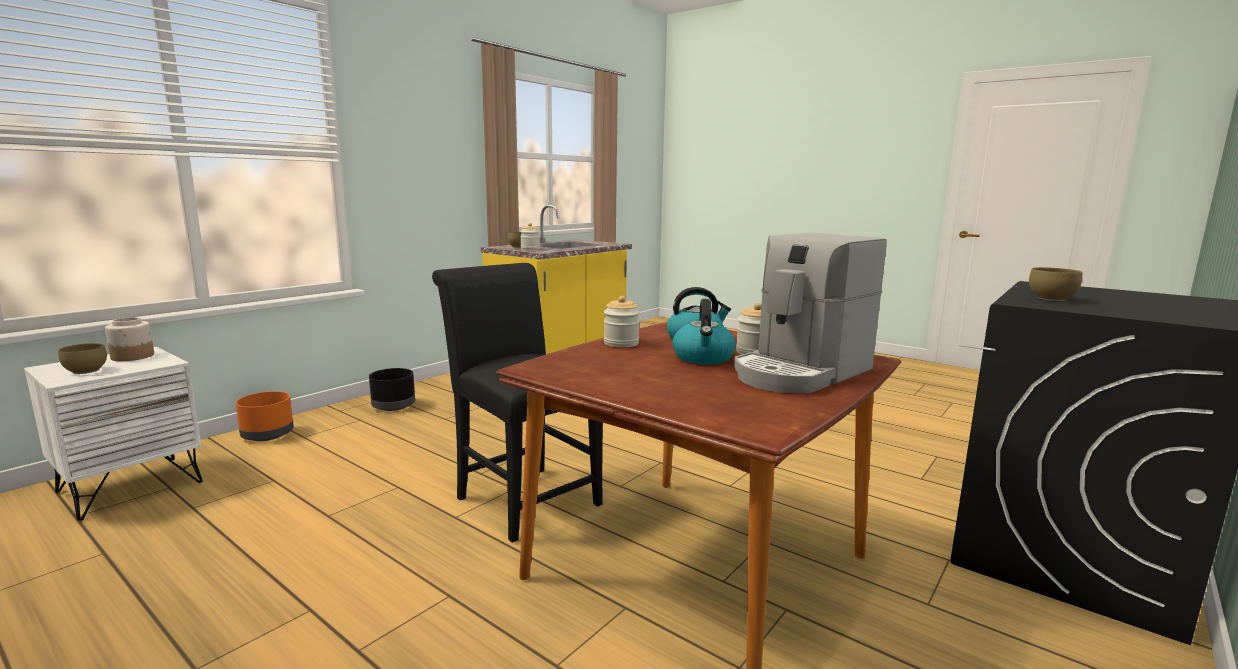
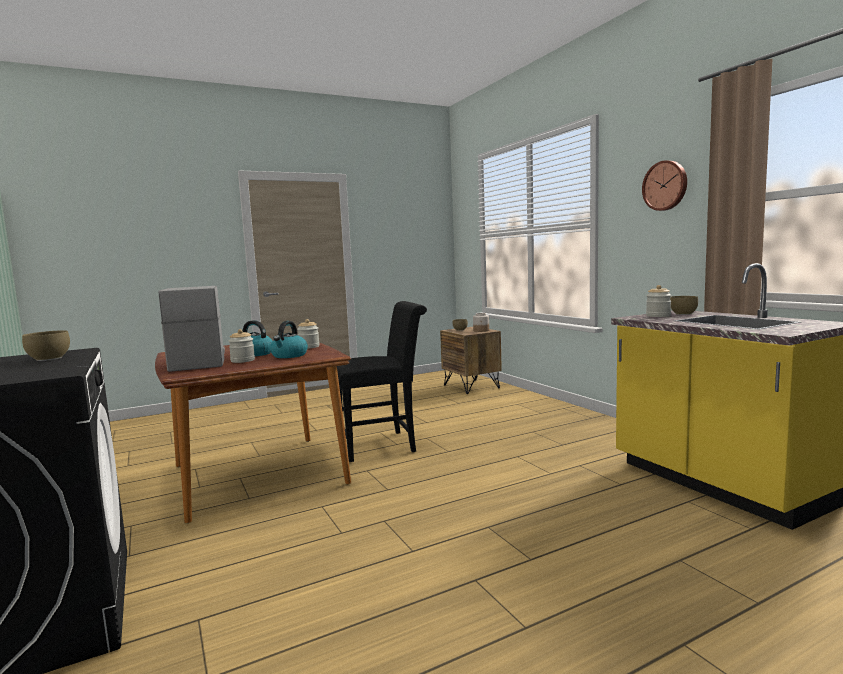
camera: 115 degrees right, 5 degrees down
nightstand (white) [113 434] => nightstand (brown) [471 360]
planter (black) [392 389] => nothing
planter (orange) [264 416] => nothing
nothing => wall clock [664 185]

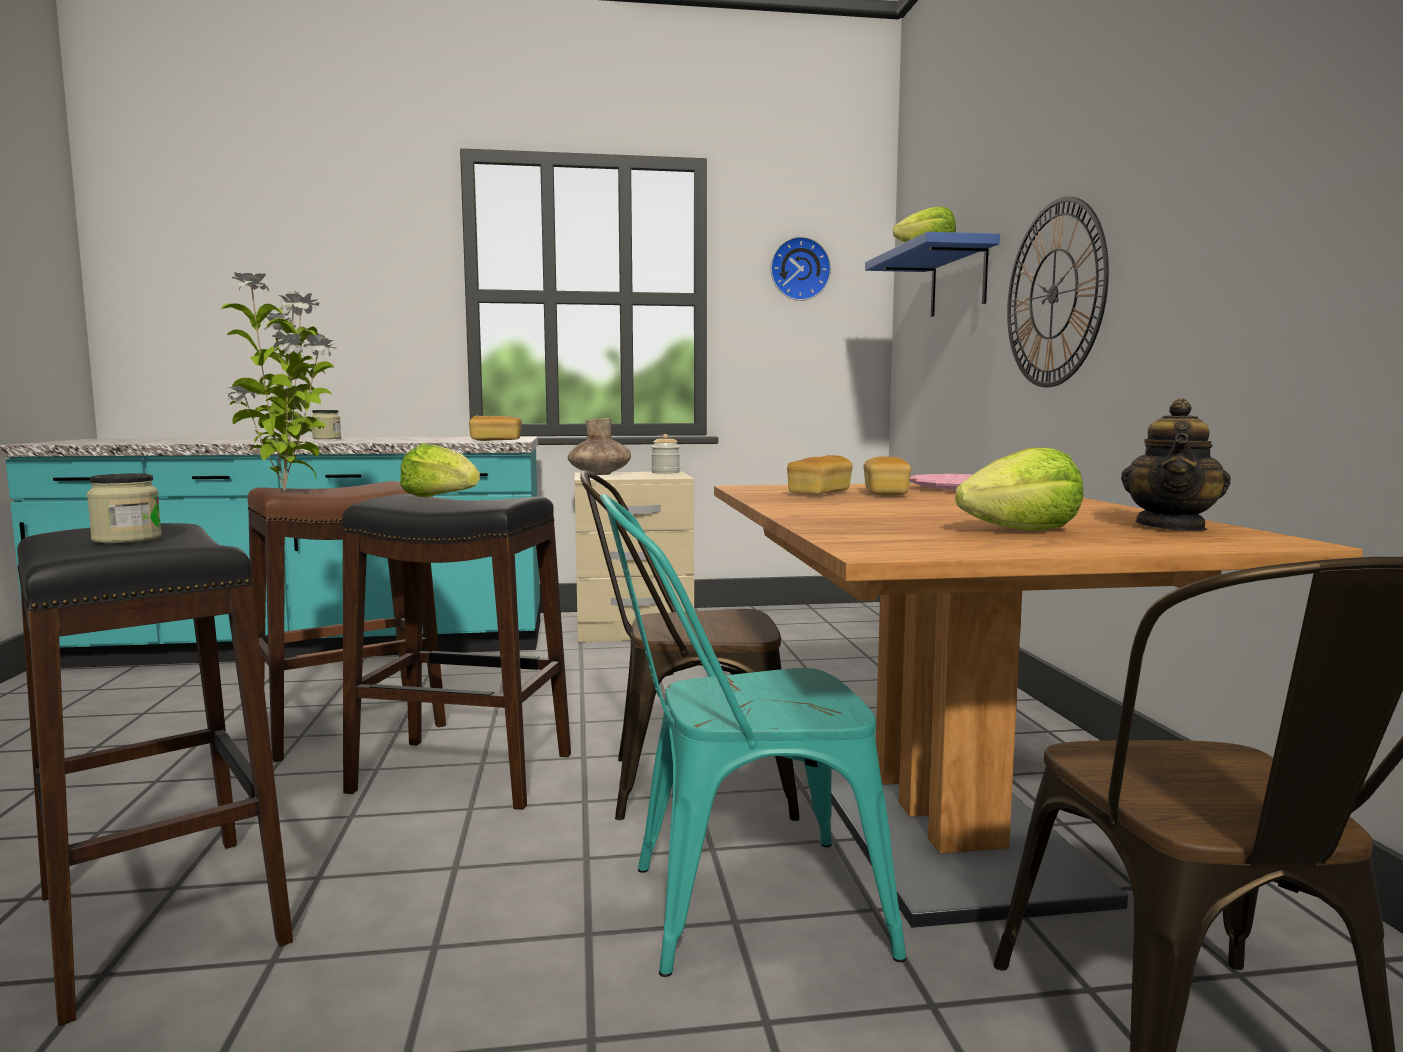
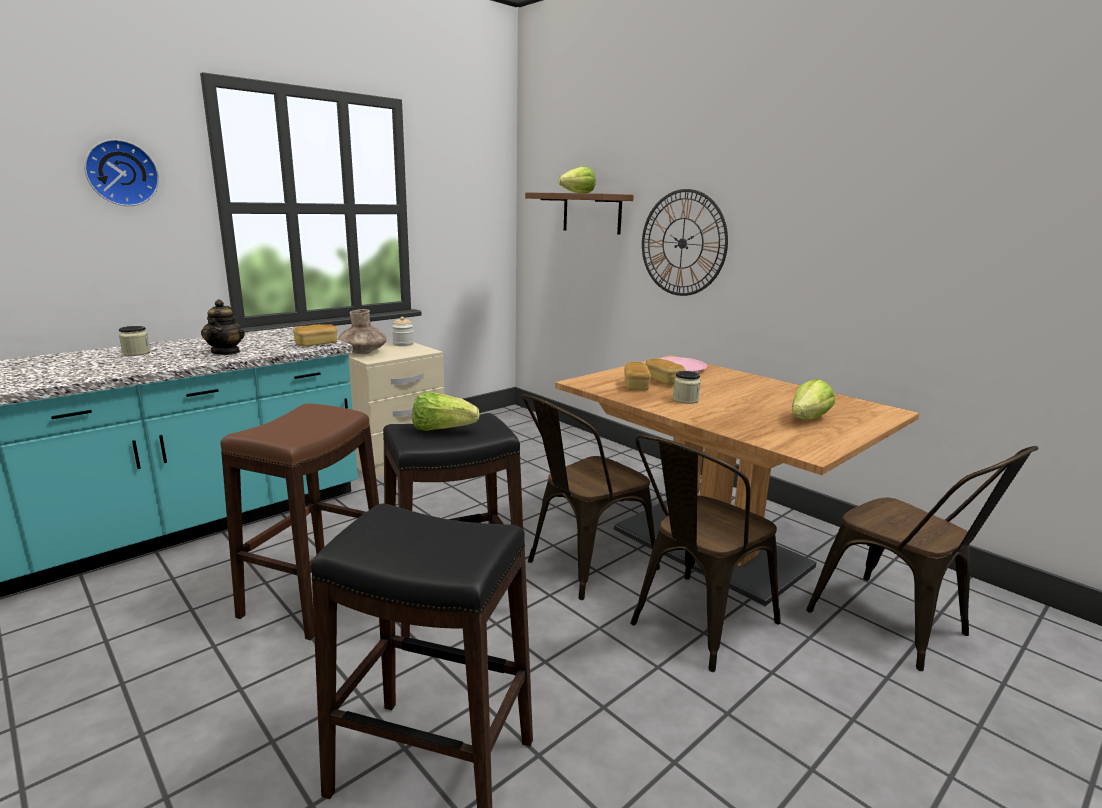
camera: 35 degrees left, 10 degrees up
shelf (blue) [932 274] => shelf (brown) [579 213]
wall clock [800 268] => wall clock [121 172], shifted
potted plant [279 380] => nothing
teapot [1176 465] => teapot [223 327], shifted
jar [124 508] => jar [687 387], shifted
chair (turquoise) [753 735] => chair (brown) [705 553]

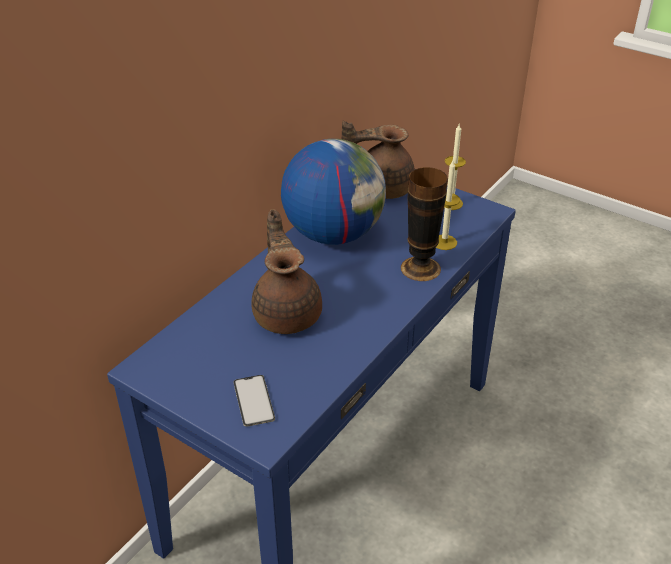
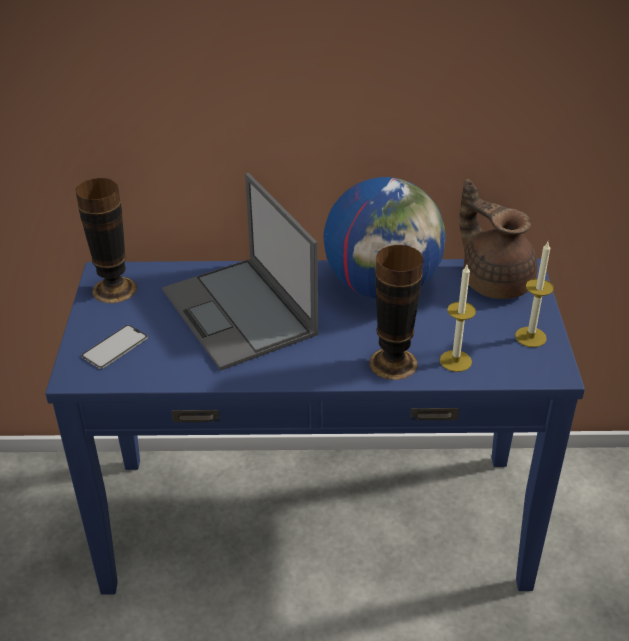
camera: 55 degrees right, 0 degrees up
teapot (brown) [286 271] => laptop [240 272]
nothing => vase [106 240]

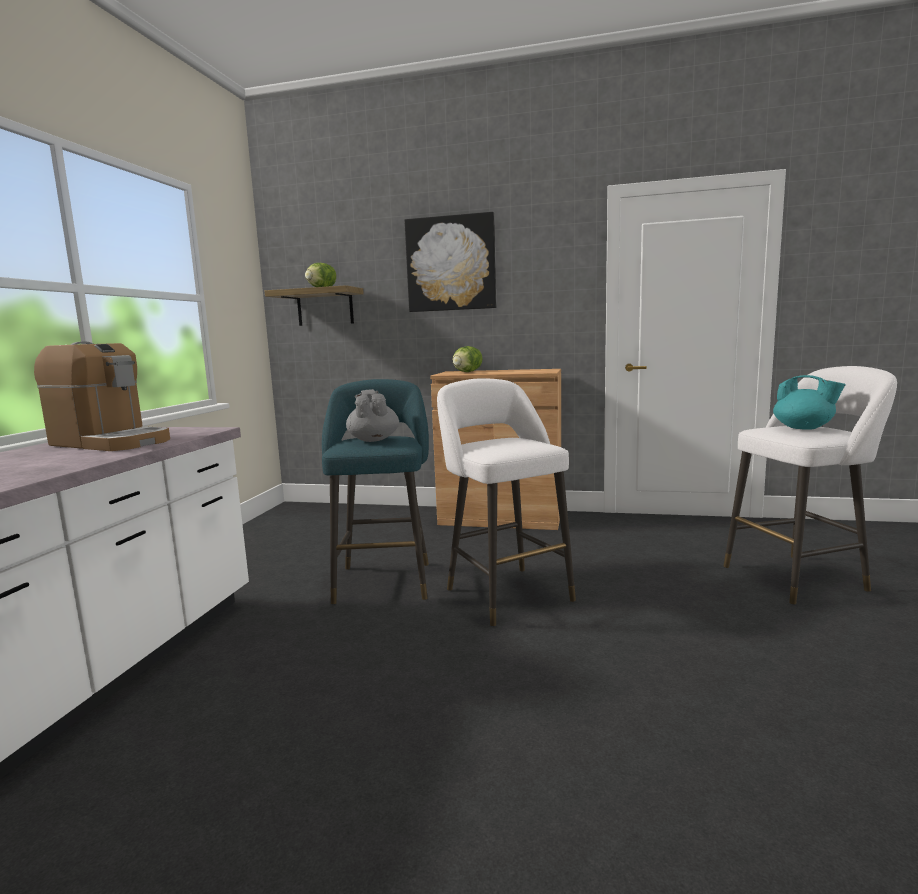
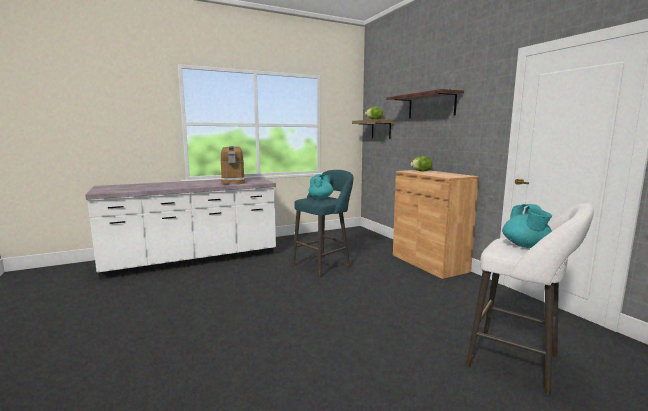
camera: 50 degrees right, 0 degrees up
picture [450 262] => shelf [425 103]
stool (white) [506 502] => nothing
teapot (grey) [372 415] => teapot (turquoise) [321 186]

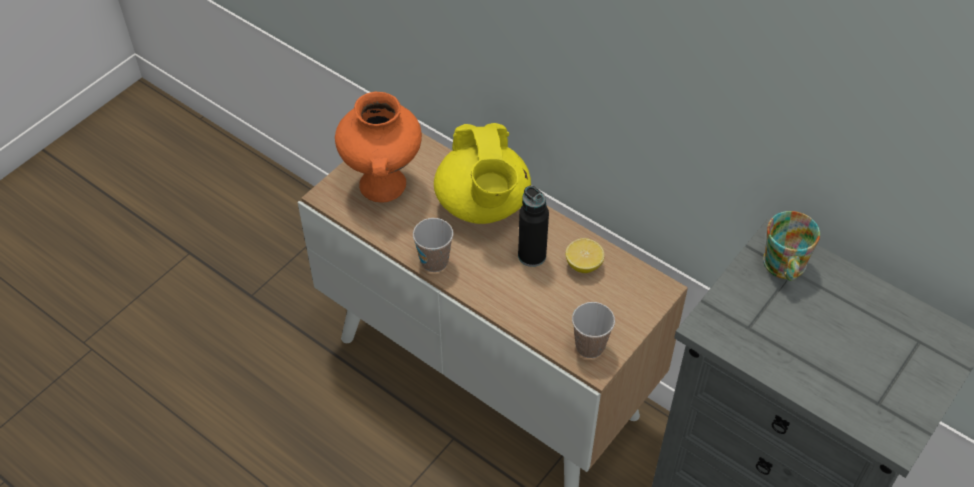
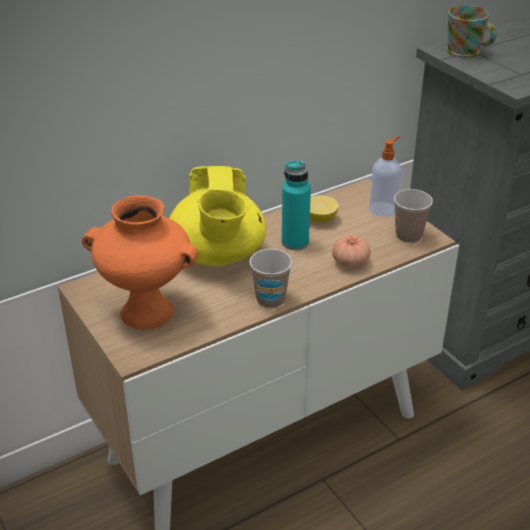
camera: 70 degrees left, 15 degrees down
teapot (yellow) [482 173] => teapot (yellow) [218 216], 75 degrees clockwise
bottle (black) [533 226] => bottle (turquoise) [296 205]
nothing => soap dispenser [385 176]
nothing => tomato [351 251]

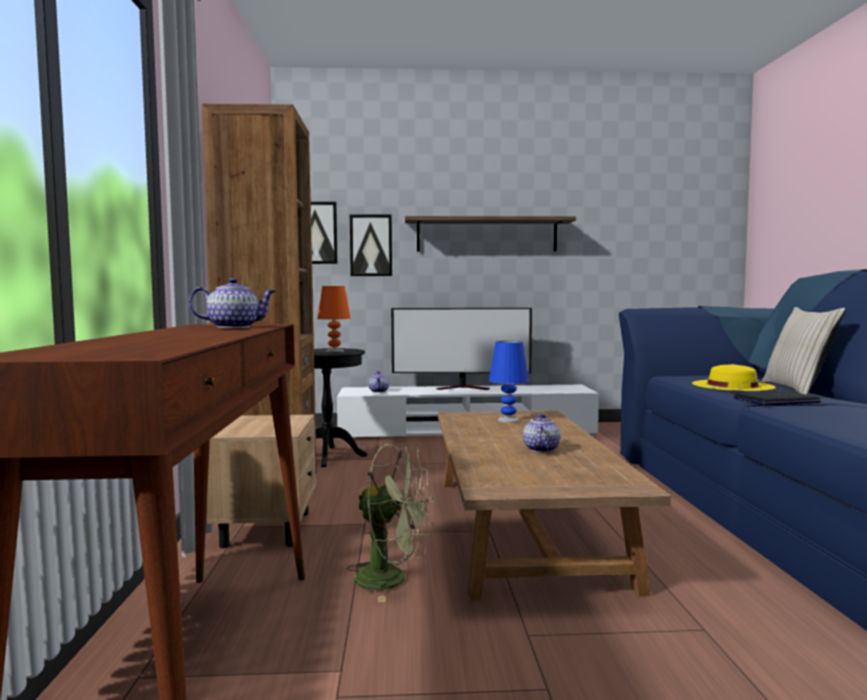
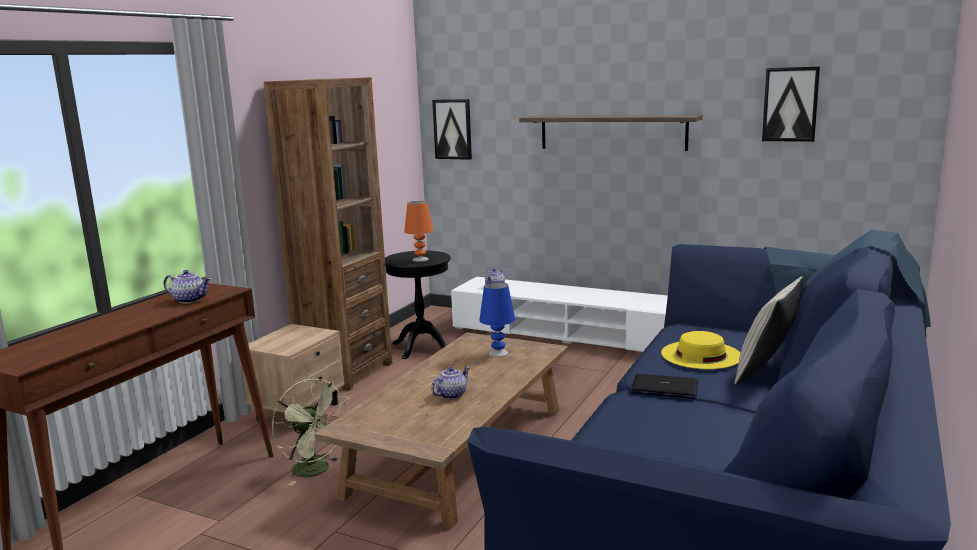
camera: 30 degrees right, 10 degrees up
picture [371 245] => picture [791 104], shifted
television [461 349] => nothing

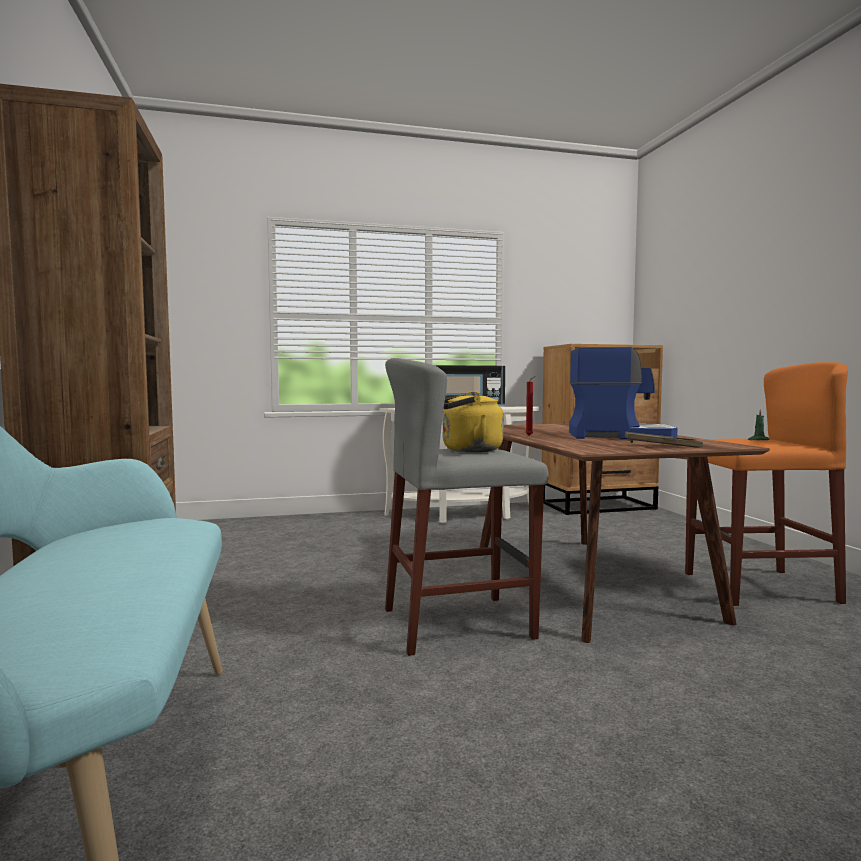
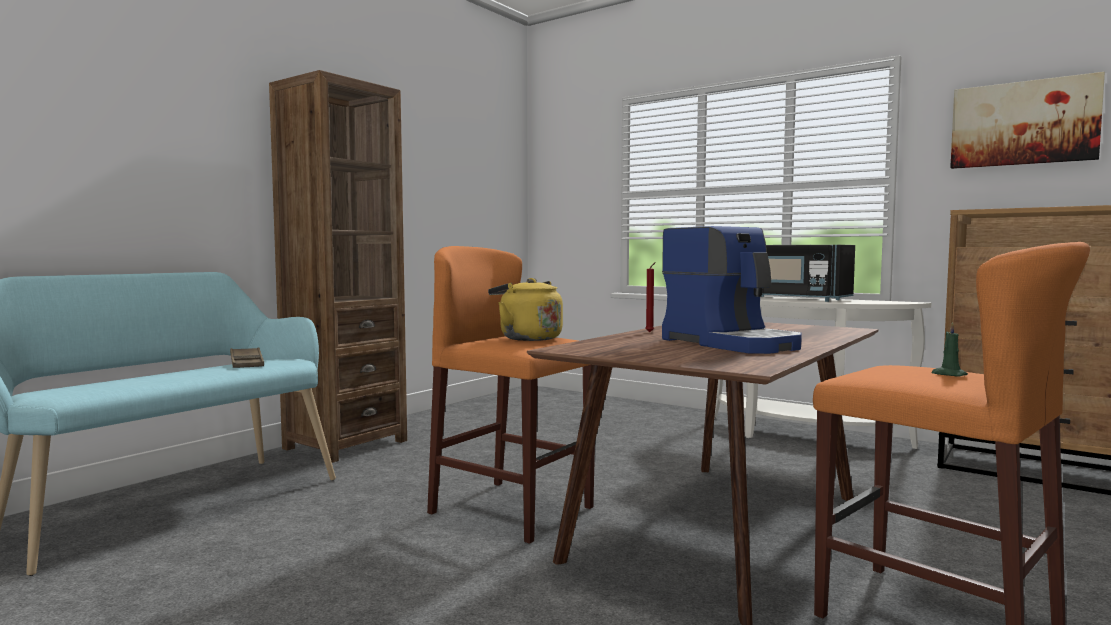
camera: 50 degrees right, 0 degrees up
stool (grey) [467 507] => stool (orange) [511 395]
tray (brown) [664 440] => tray (brown) [247 357], shifted
nothing => picture [1027 120]

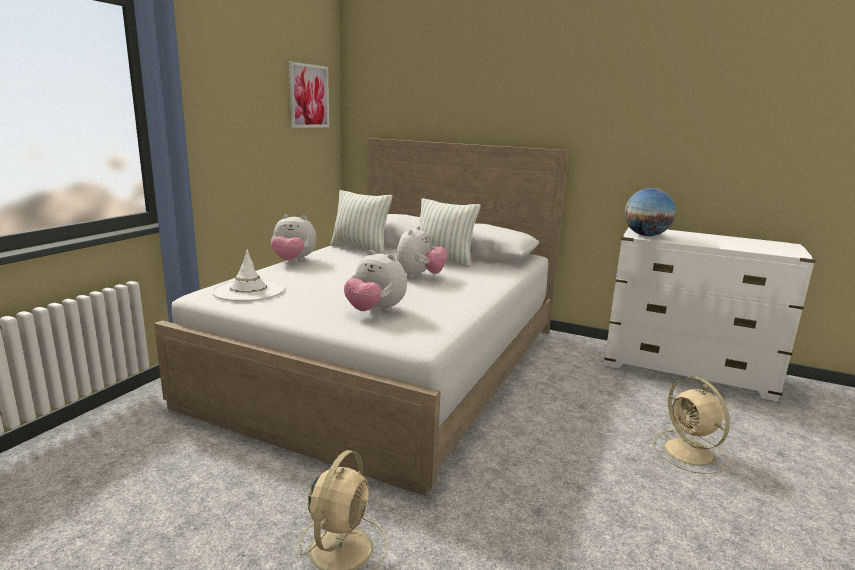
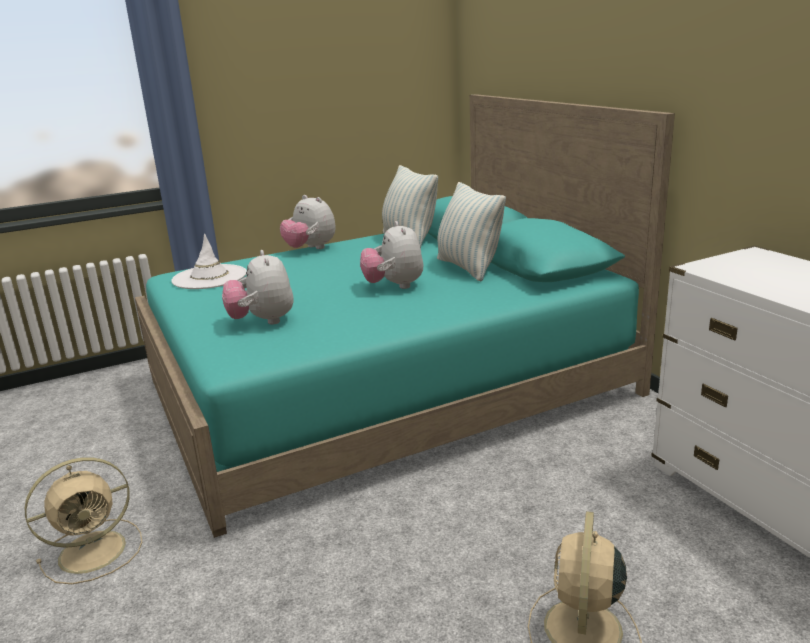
camera: 40 degrees right, 5 degrees up
picture [309 95] => nothing
bed (white) [361 317] => bed (turquoise) [405 316]
globe [650 212] => nothing
plush toy [421 252] => plush toy [392 255], 105 degrees clockwise

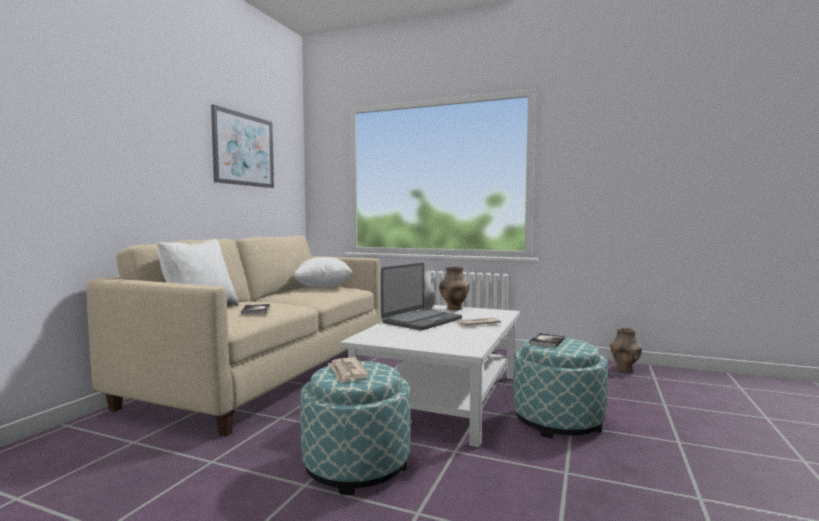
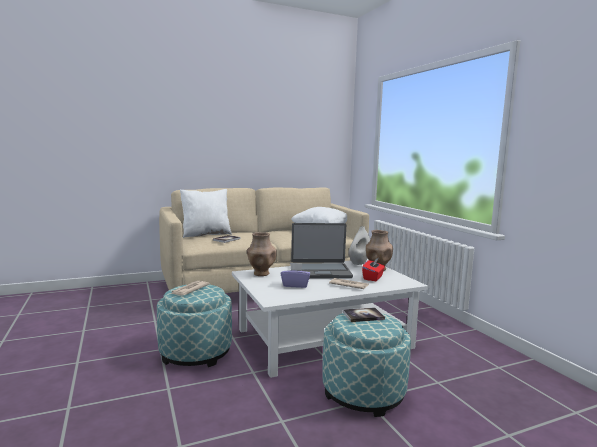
camera: 45 degrees right, 5 degrees up
picture [242 146] => nothing
vase (brown) [626 350] => vase (brown) [261 254], shifted
nothing => tissue box (red) [373 269]
nothing => tissue box (purple) [295 275]

